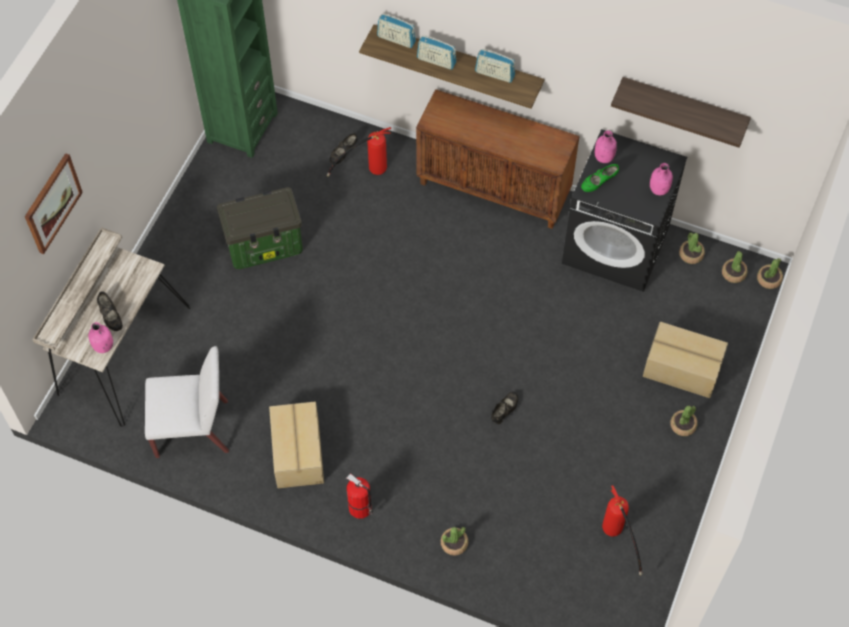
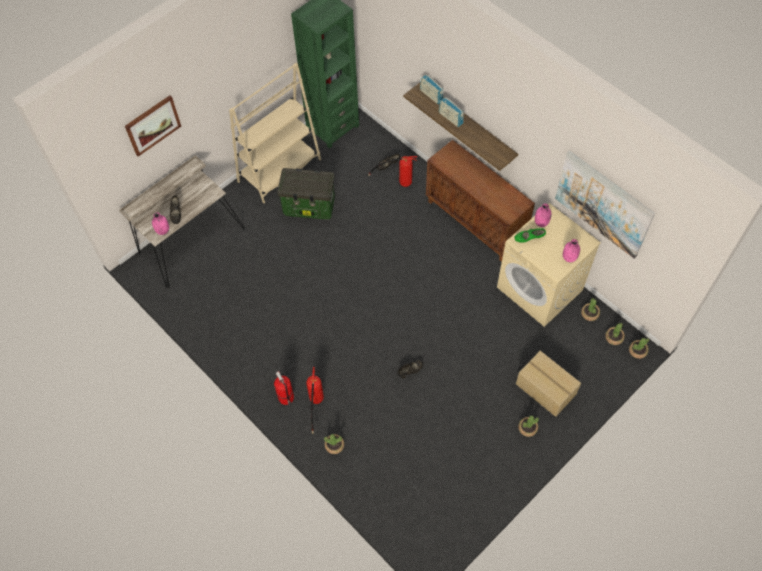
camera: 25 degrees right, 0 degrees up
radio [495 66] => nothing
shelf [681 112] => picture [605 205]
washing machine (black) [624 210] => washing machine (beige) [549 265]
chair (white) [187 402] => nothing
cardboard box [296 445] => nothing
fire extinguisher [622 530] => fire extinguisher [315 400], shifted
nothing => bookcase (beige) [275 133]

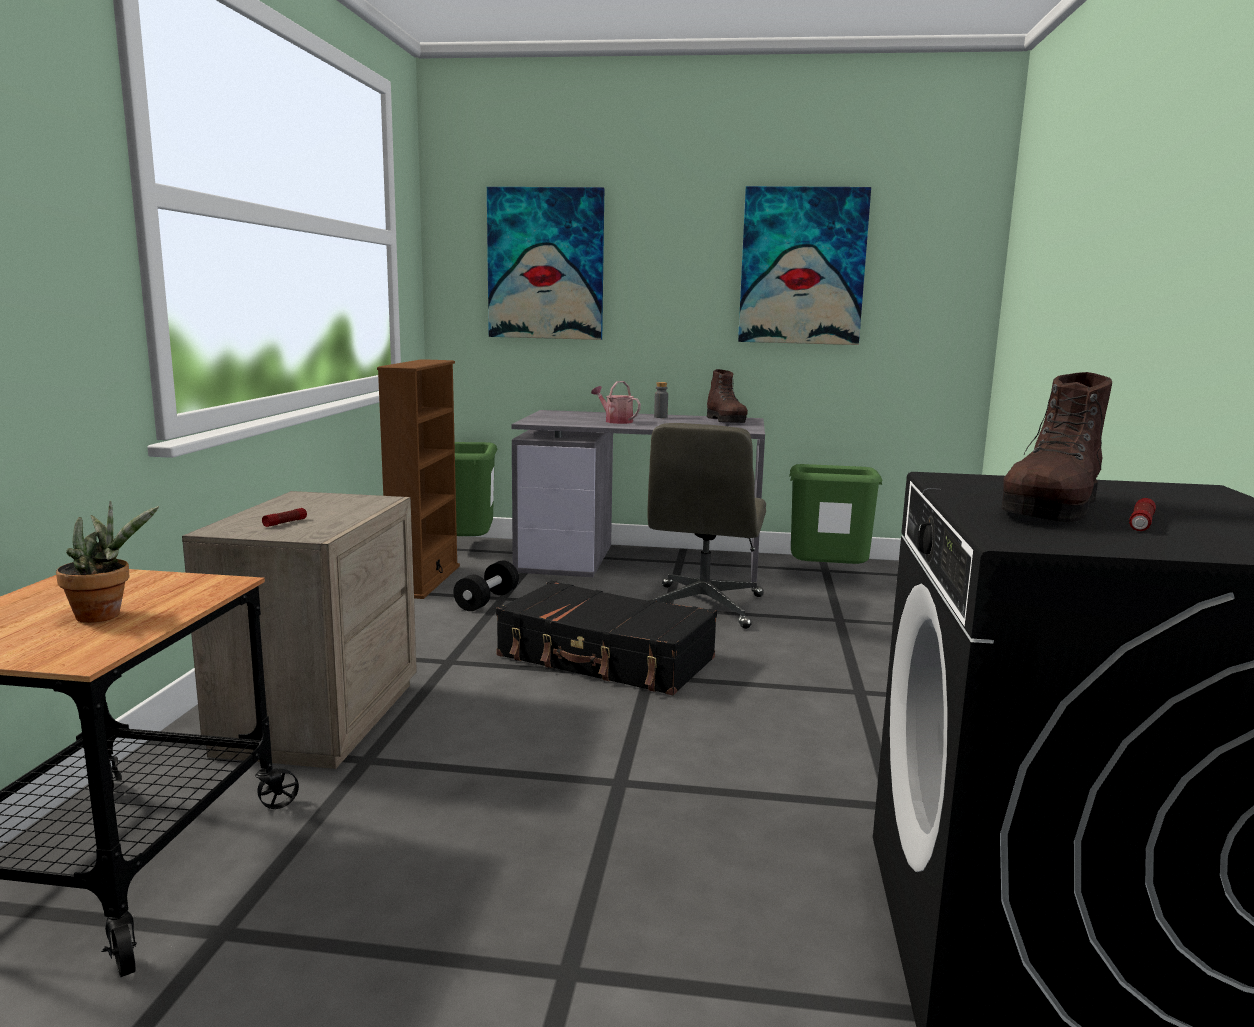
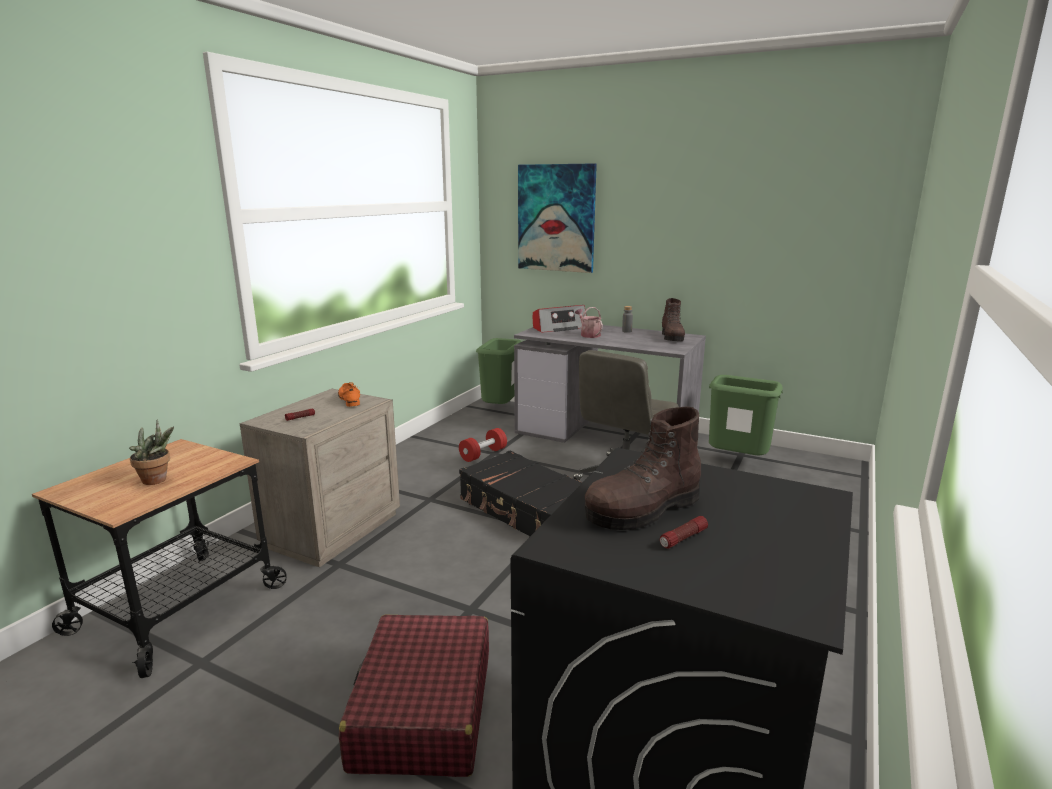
camera: 20 degrees right, 5 degrees up
picture [804 265] => nothing
bookcase (brown) [418 479] => nothing
dumbbell (black) [486 586] => dumbbell (red) [483 445]
nothing => radio [560 319]
nothing => shoe (orange) [349 394]
nothing => suitcase (red) [414 696]

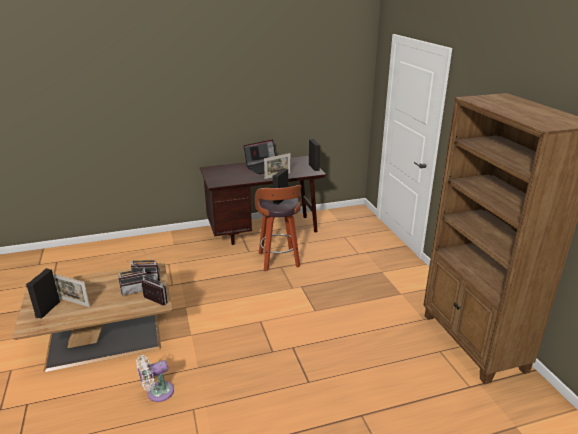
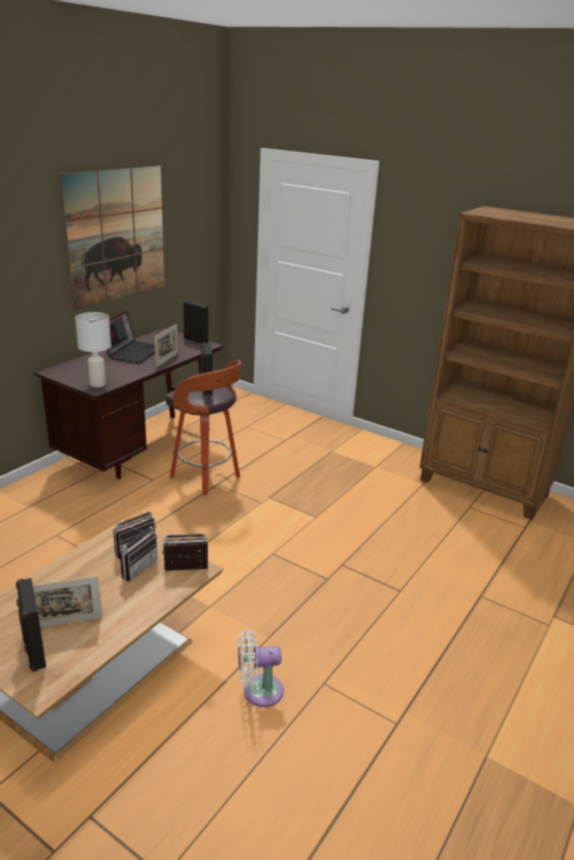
camera: 40 degrees left, 0 degrees up
fan (white) [155 378] => fan (white) [261 668], 60 degrees clockwise
nothing => picture [112 238]
nothing => table lamp (white) [93 349]

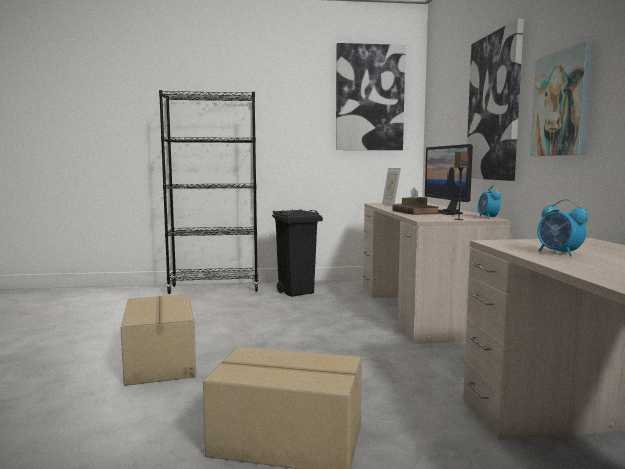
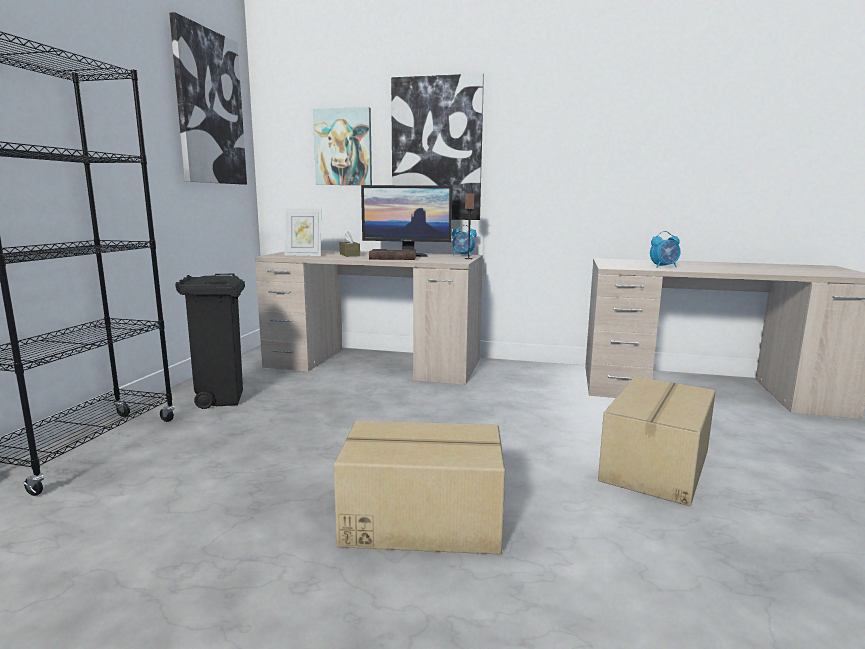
camera: 70 degrees left, 5 degrees up
picture [562 98] => picture [342 146], shifted

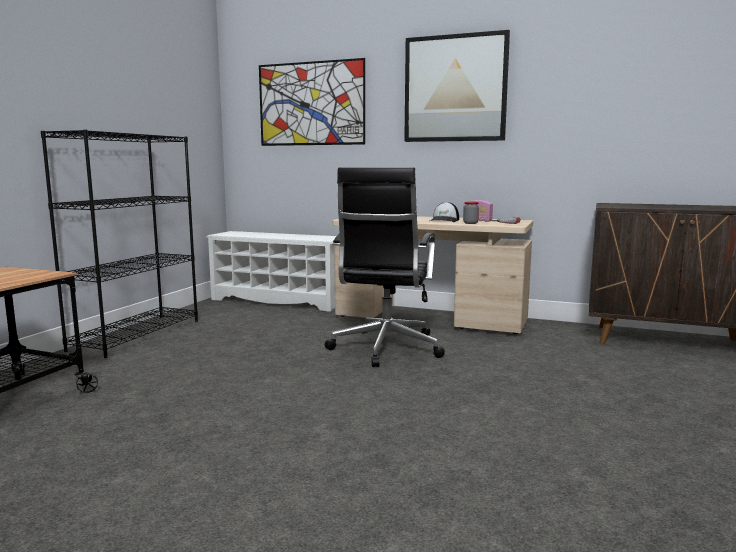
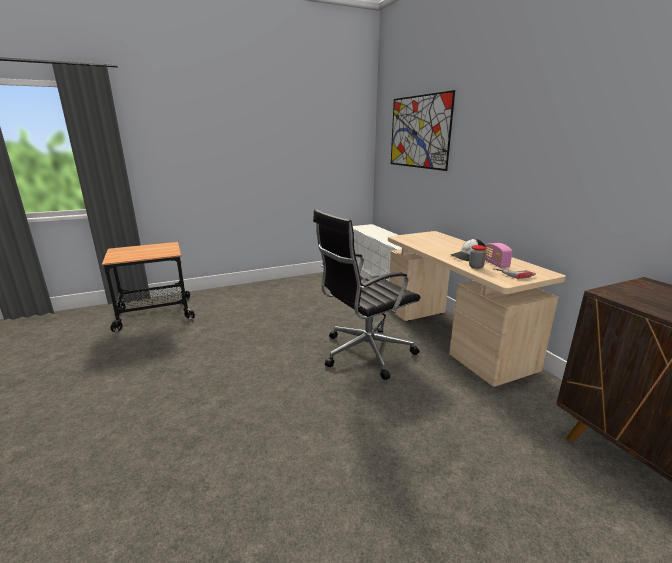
camera: 45 degrees right, 10 degrees up
picture [457 86] => nothing
bookcase (black) [119 244] => nothing

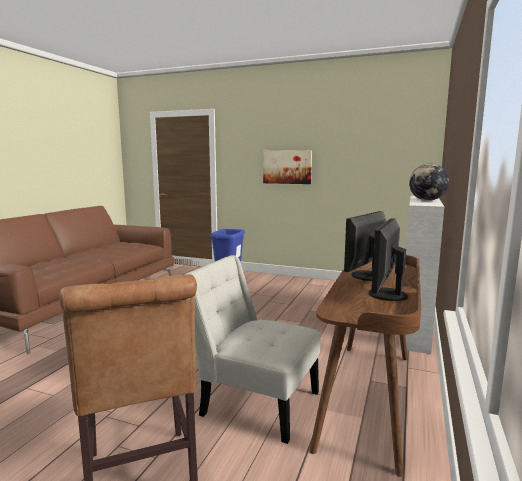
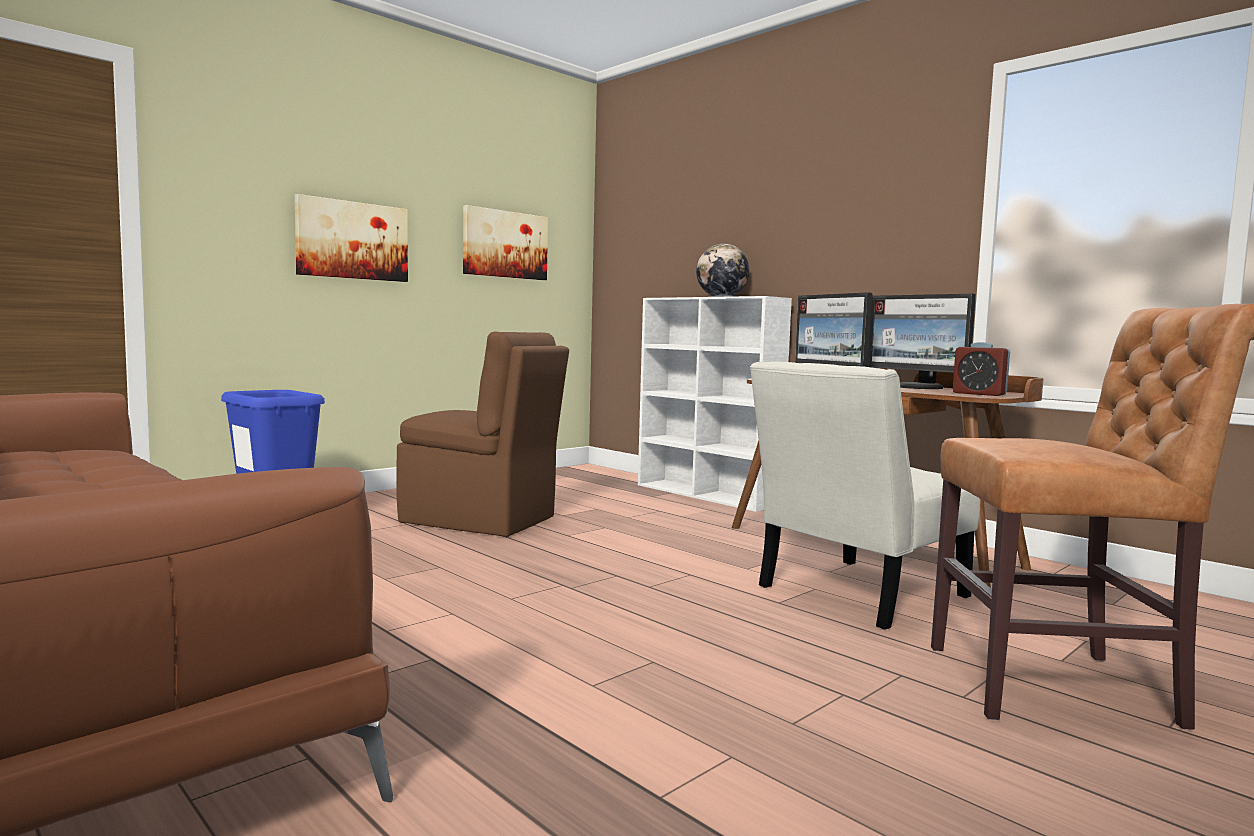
camera: 65 degrees left, 5 degrees down
nothing => picture [505 242]
nothing => chair (brown) [482 434]
nothing => alarm clock [981 369]

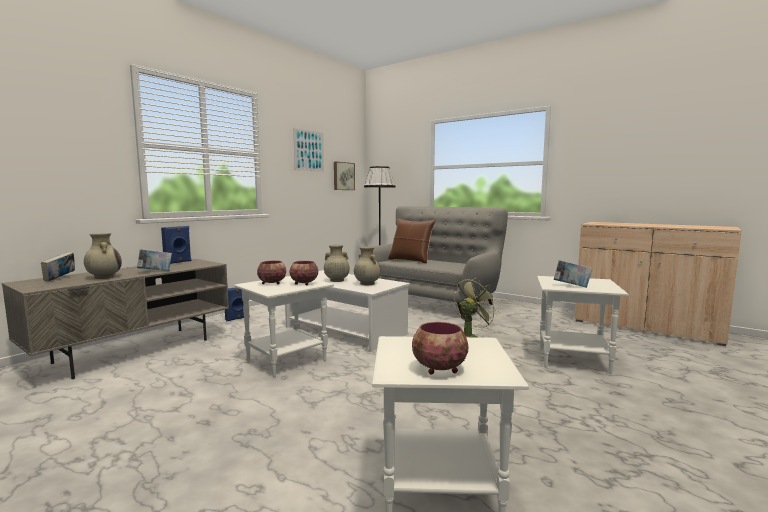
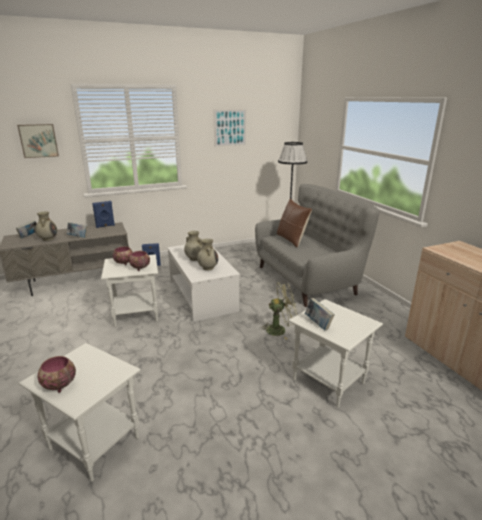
camera: 30 degrees right, 15 degrees up
picture [344 176] => picture [38 141], shifted

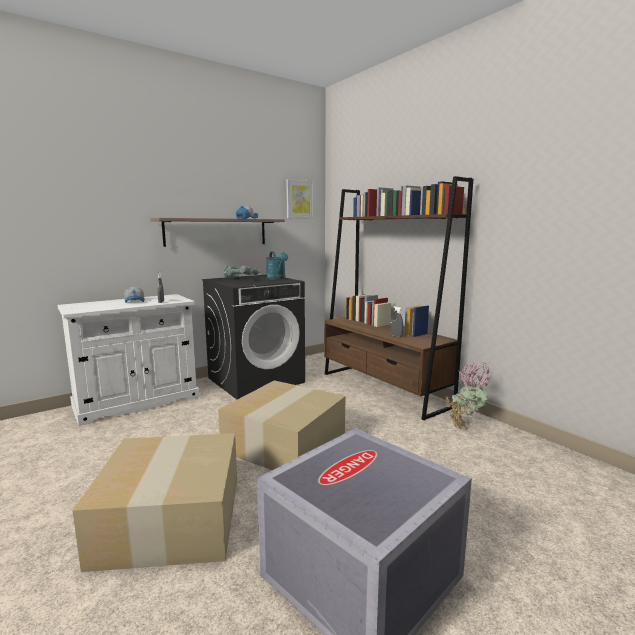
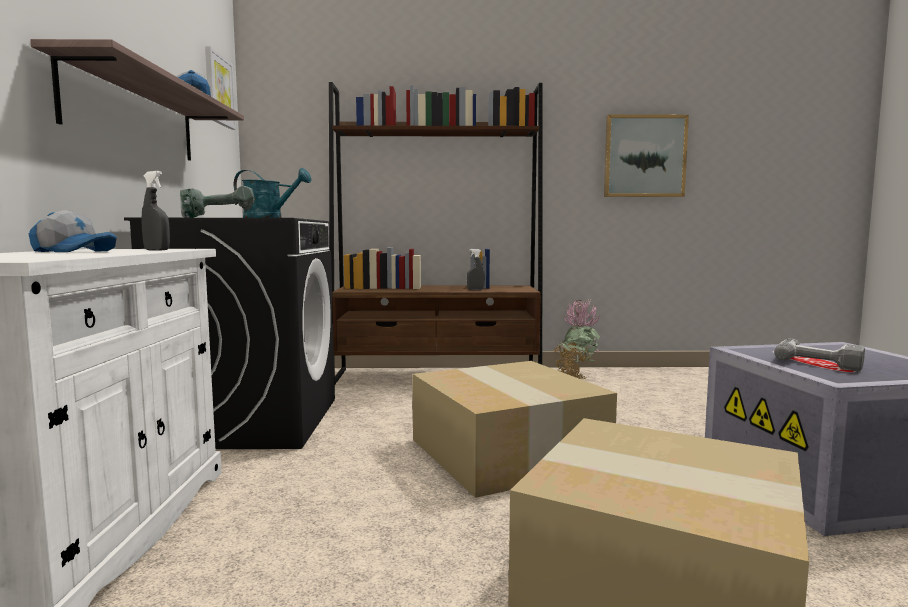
camera: 55 degrees left, 5 degrees down
nothing => picture [646 155]
nothing => power drill [819 355]

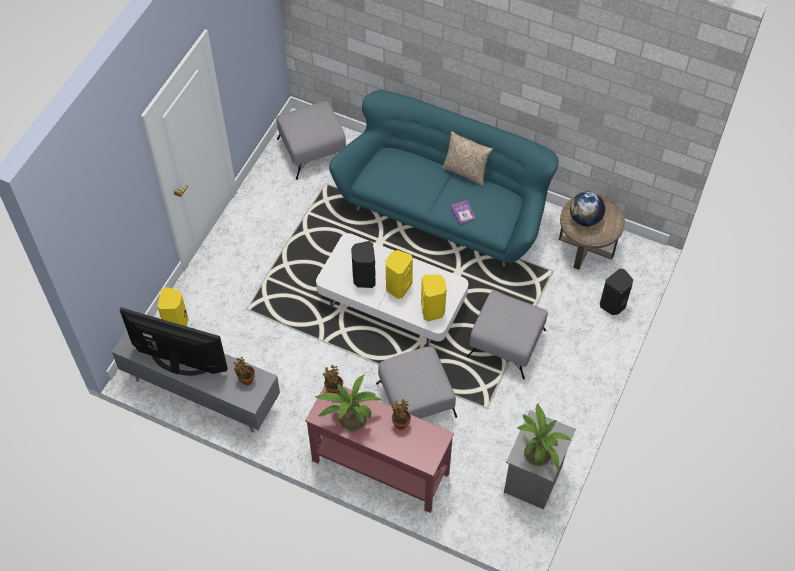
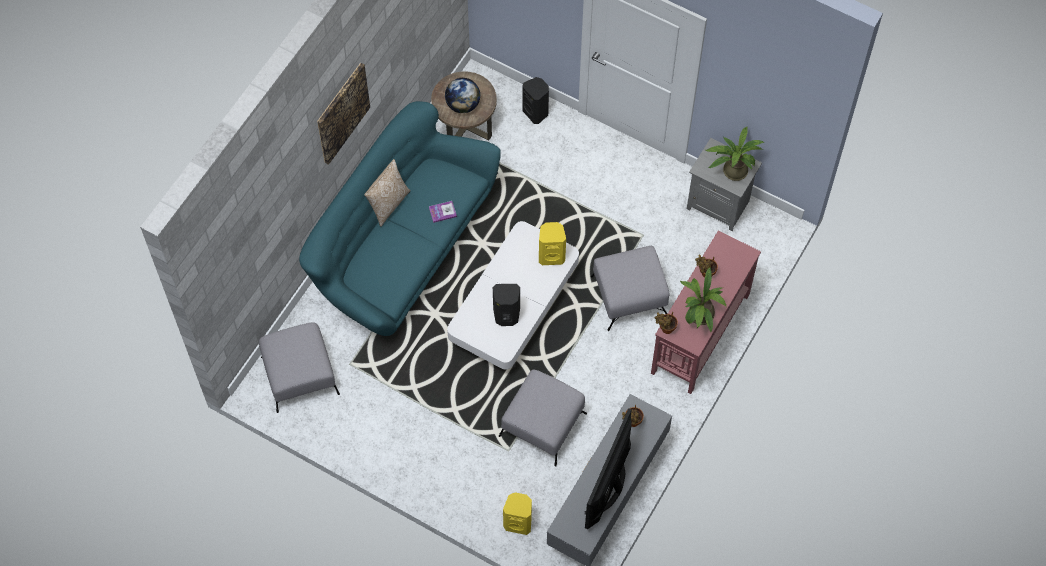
camera: 85 degrees left, 5 degrees up
speaker (yellow) [399 274] => nothing
ottoman (grey) [507 335] => ottoman (grey) [543 418], shifted
nothing => picture [343 114]

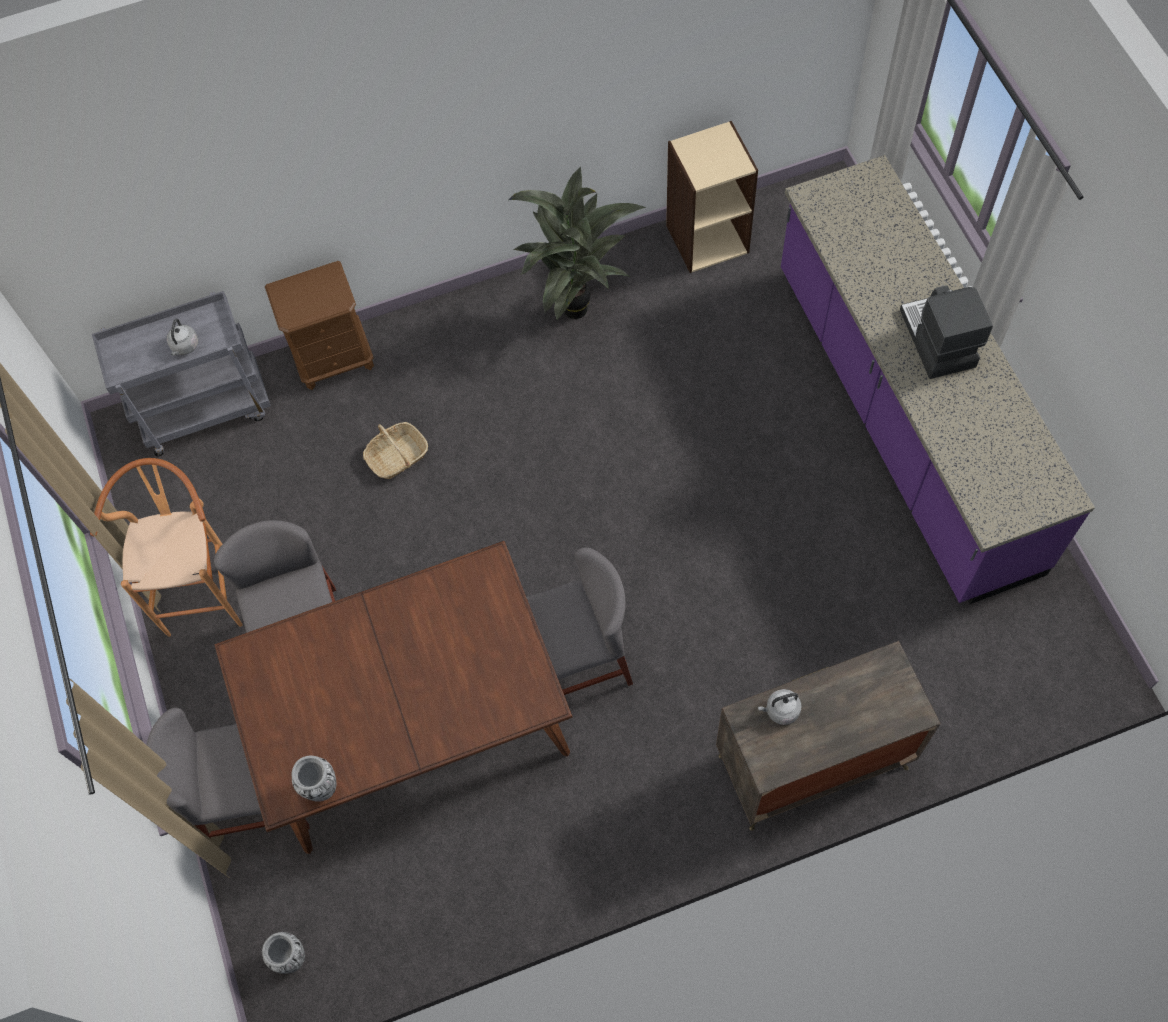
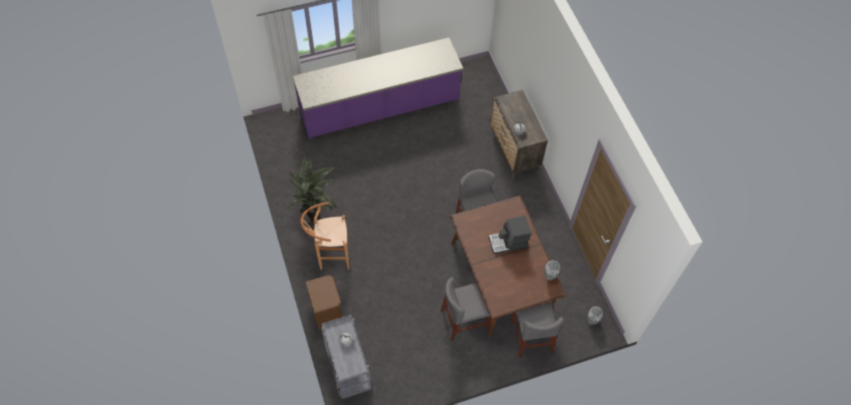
camera: 95 degrees left, 5 degrees down
bookcase (beige) [712 197] => nothing
coffee machine [946 332] => coffee machine [510 235], shifted
basket [395 450] => nothing
stool (brown) [166 547] => stool (brown) [325 236], shifted

